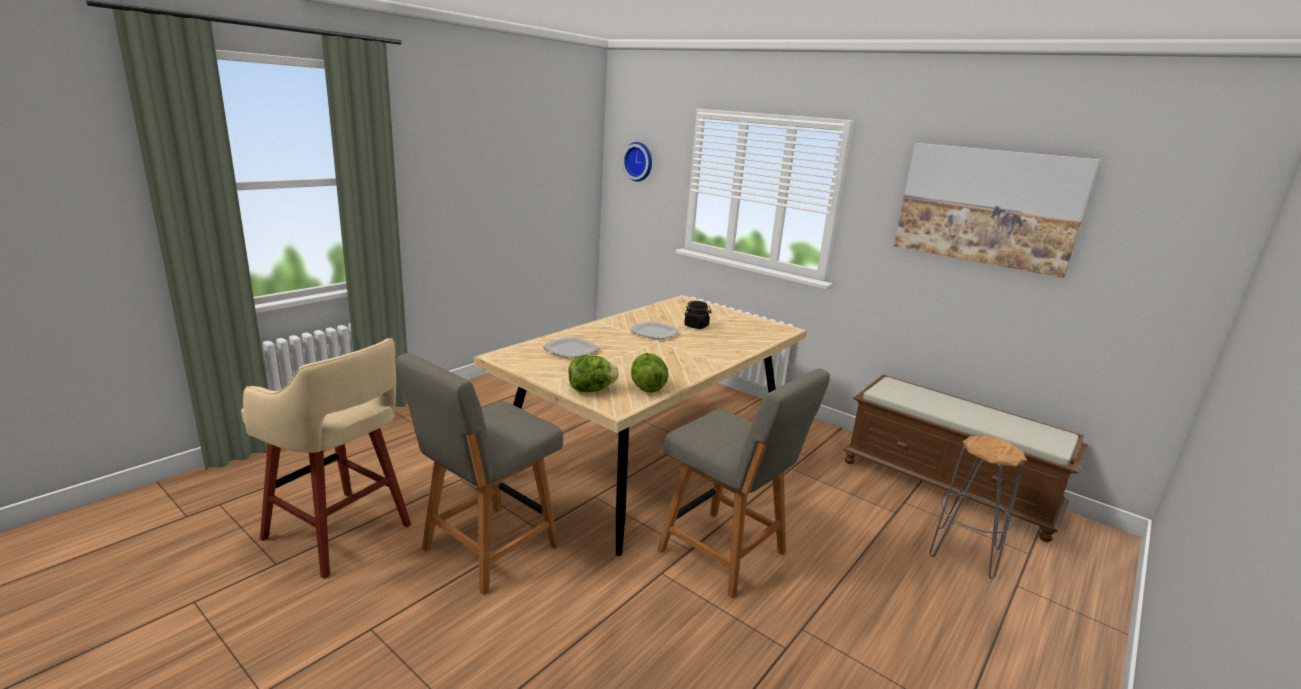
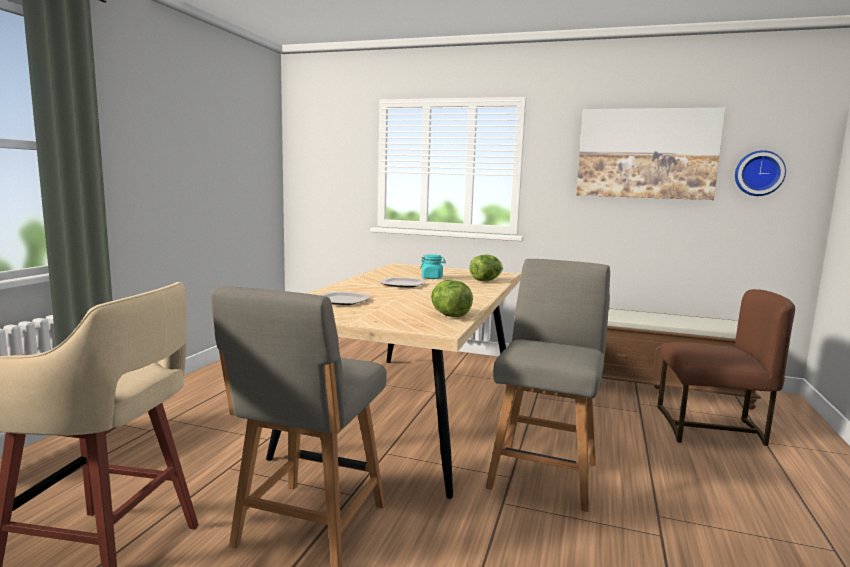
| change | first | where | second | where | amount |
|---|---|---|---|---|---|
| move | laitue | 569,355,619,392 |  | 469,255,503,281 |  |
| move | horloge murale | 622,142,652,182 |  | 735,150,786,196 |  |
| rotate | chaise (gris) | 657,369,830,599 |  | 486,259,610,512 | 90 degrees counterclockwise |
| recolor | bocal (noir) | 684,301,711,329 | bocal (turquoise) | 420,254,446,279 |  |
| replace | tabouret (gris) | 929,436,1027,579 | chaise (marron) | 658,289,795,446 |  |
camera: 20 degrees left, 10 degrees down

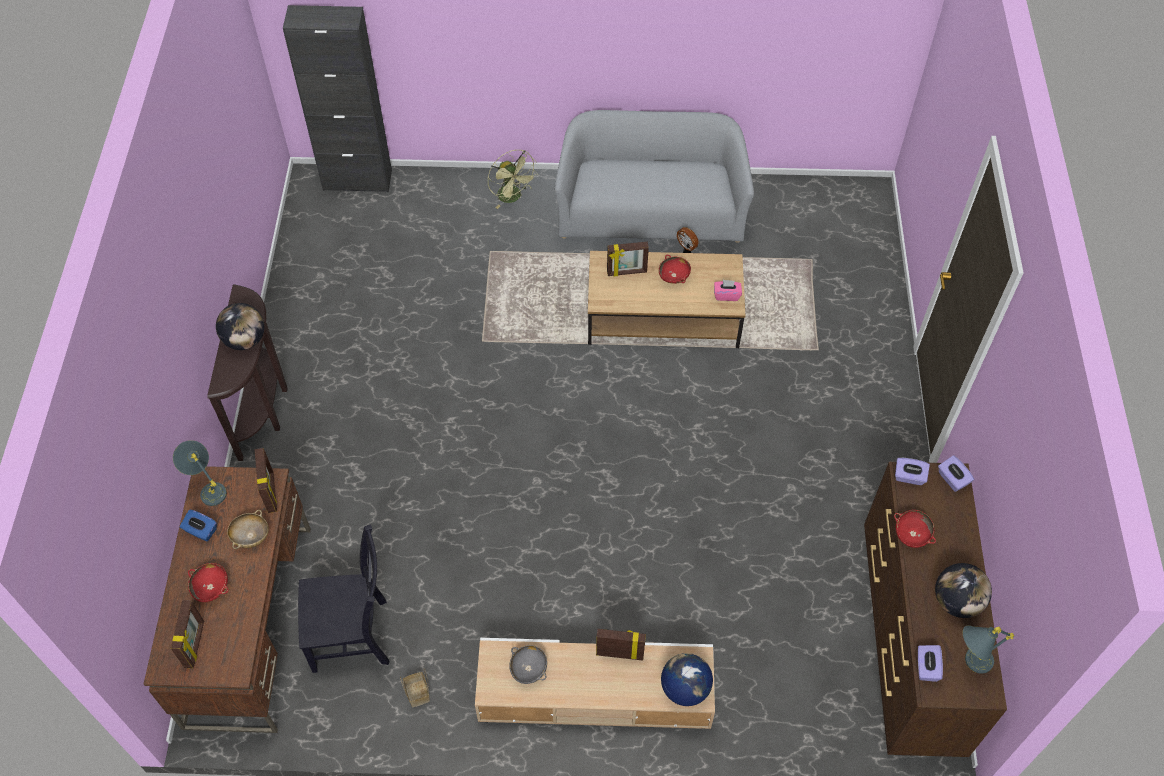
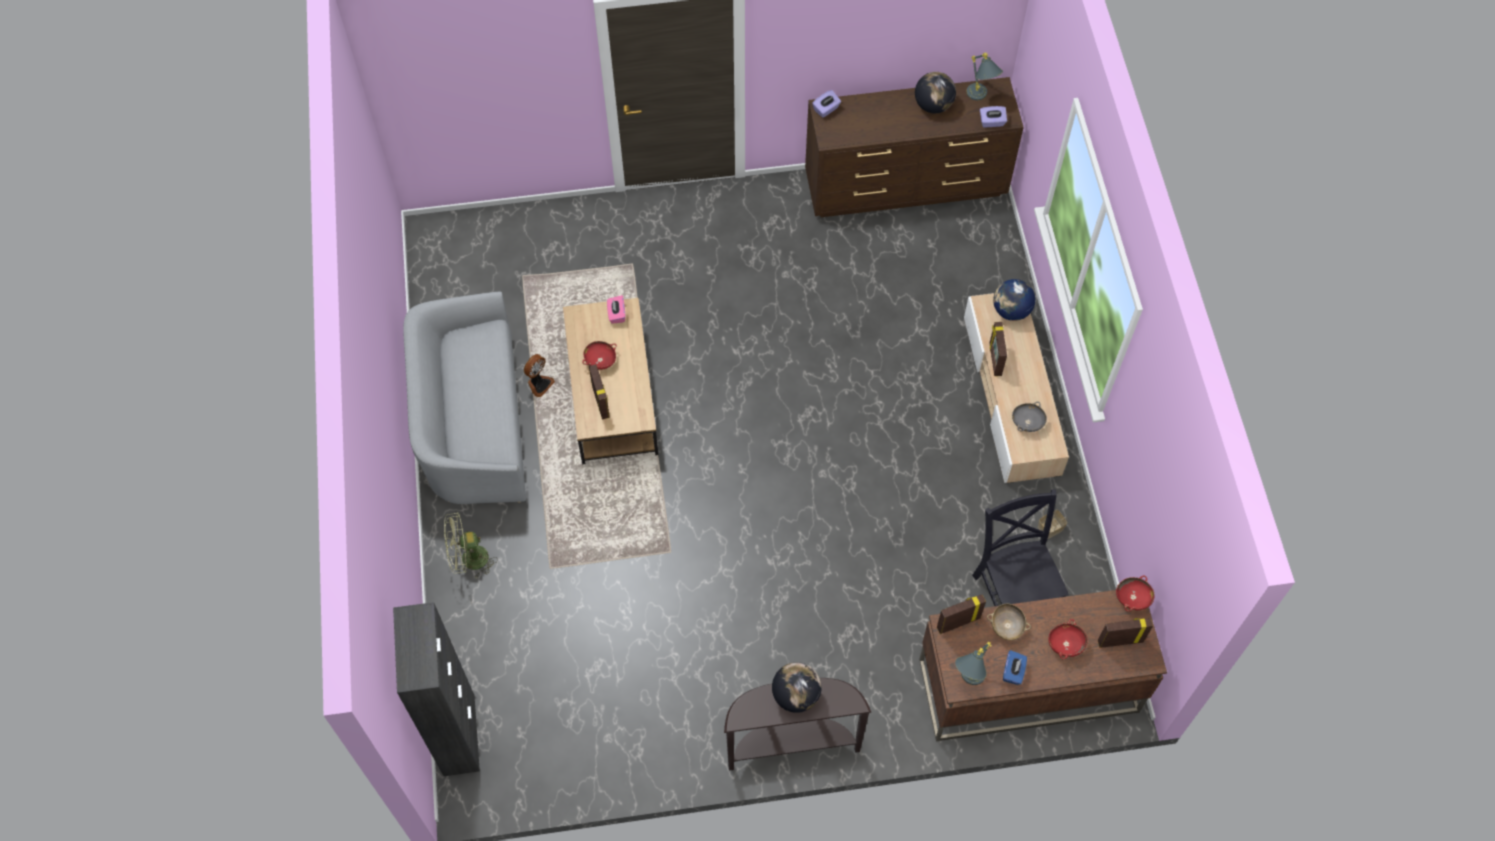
| change | first | where | second | where | amount |
|---|---|---|---|---|---|
| rotate | ventilateur (vert) | 488,149,538,209 |  | 444,513,498,579 | 150 degrees counterclockwise |
| move | bol (rouge) | 894,510,936,548 |  | 1116,575,1155,612 |  |
| delete | boîte à mouchoirs (violet) | 895,458,930,485 |  |  |  |
camera: 100 degrees left, 5 degrees up

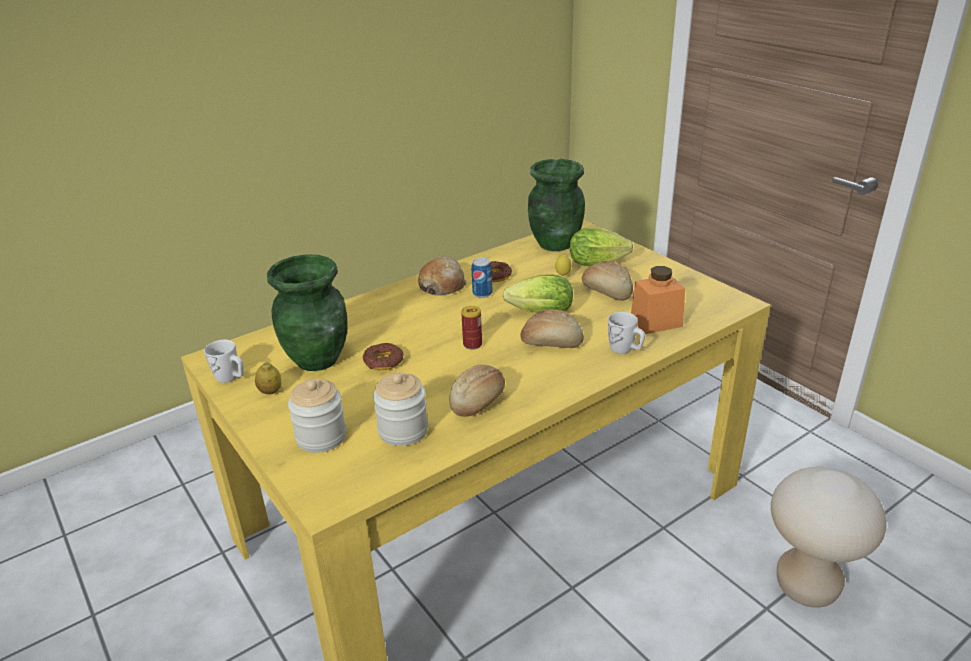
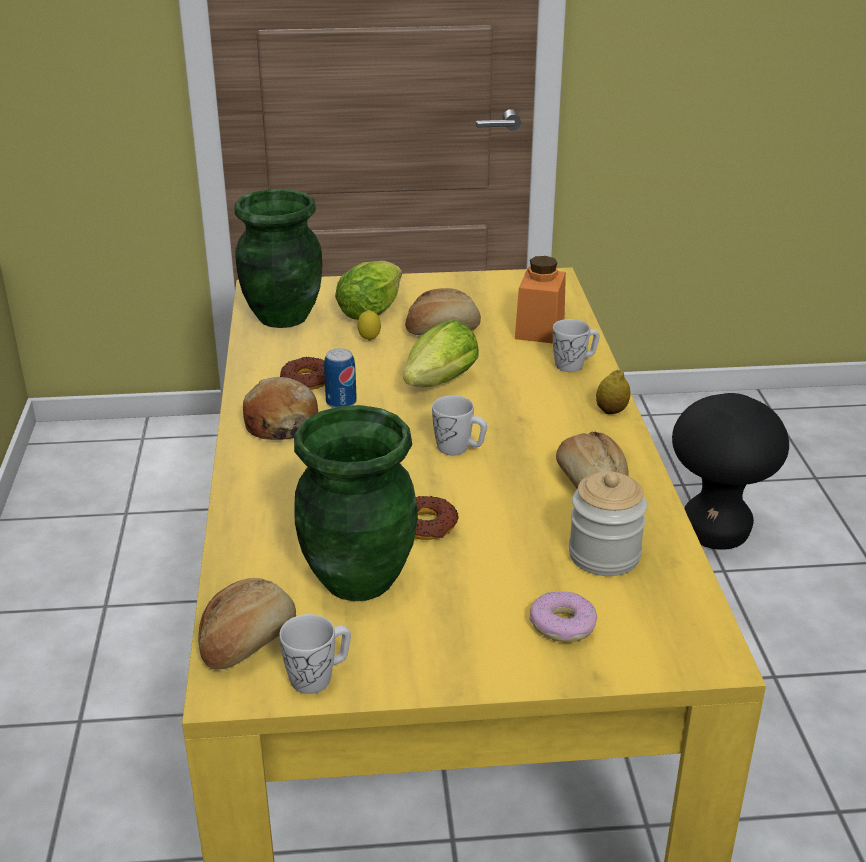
| change | first | where | second | where | amount |
|---|---|---|---|---|---|
| move | citron | 255,362,281,394 |  | 596,369,630,414 |  |
| replace | bocal | 288,379,346,453 | beignet | 530,591,597,643 |  |
| replace | boîte métallique | 461,306,482,350 | mug (blanc) | 432,395,487,455 |  |
| move | pain | 520,310,584,348 |  | 198,578,296,670 |  |
| recolor | tabouret (beige) | 771,467,886,608 | tabouret (noir) | 672,393,789,550 |  |
camera: 60 degrees left, 0 degrees up

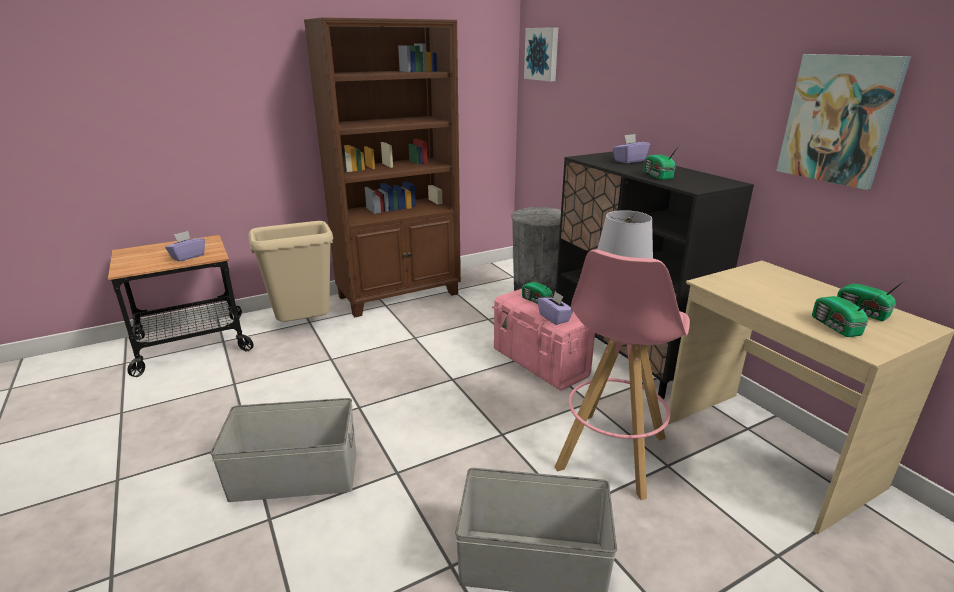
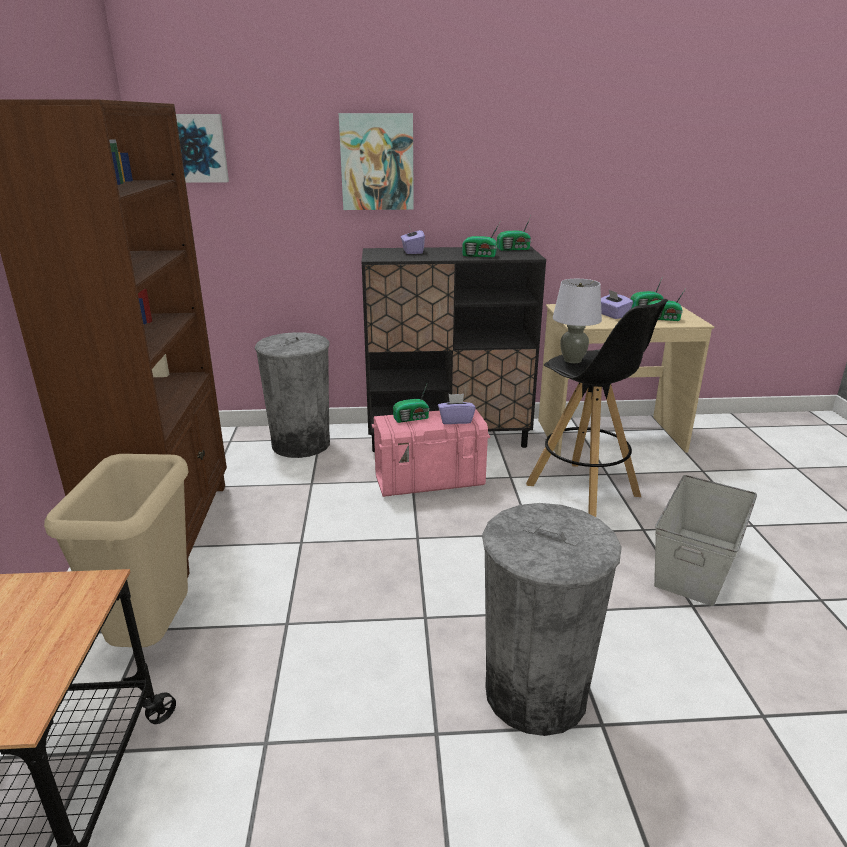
| change | first | where | second | where | amount |
|---|---|---|---|---|---|
| move | boîte à mouchoirs (violet) | 165,231,205,262 |  | 601,289,633,319 |  |
| replace | boîte de rangement (gris) | 210,398,356,502 | poubelle (gris) | 482,503,622,736 |  |
| recolor | tabouret (rose) | 555,250,690,500 | tabouret (noir) | 526,299,668,517 |  |
| move | tableau | 776,54,911,190 |  | 339,113,414,210 |  |
| insert |  |  | radio | 497,216,531,251 |  |
camera: 65 degrees left, 0 degrees up

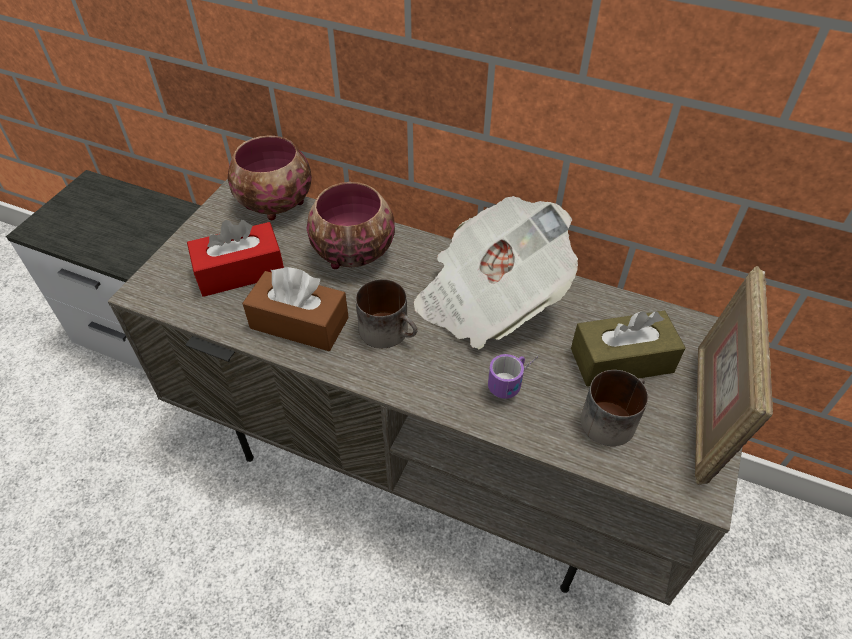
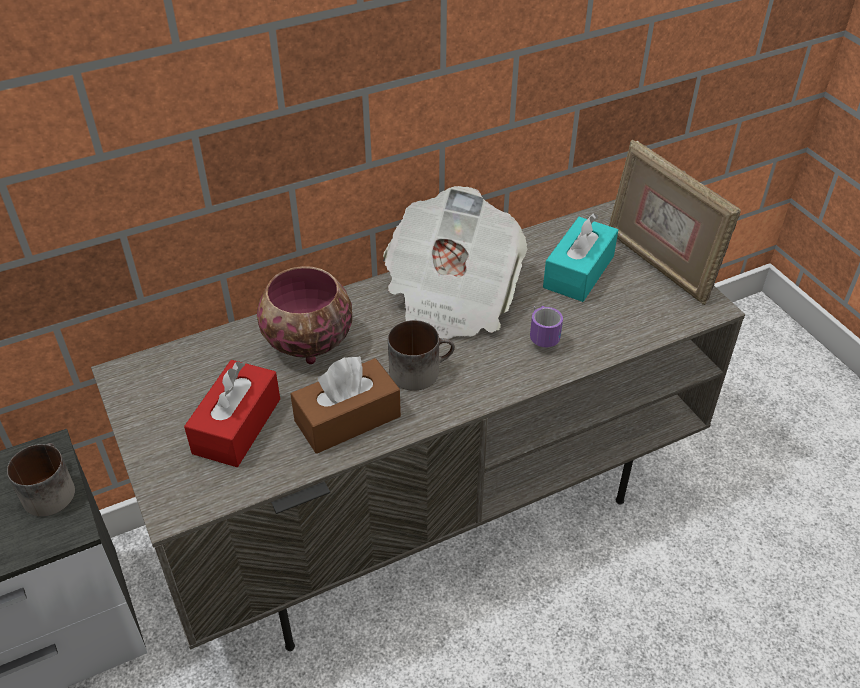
| change | first | where | second | where | amount |
|---|---|---|---|---|---|
| delete | bol | 228,135,312,220 |  |  |  |
| recolor | boîte à mouchoirs (marron) | 571,311,686,387 | boîte à mouchoirs (turquoise) | 543,213,618,302 |  |
| move | mug | 581,370,648,446 |  | 7,443,75,516 |  |
camera: 50 degrees left, 5 degrees down

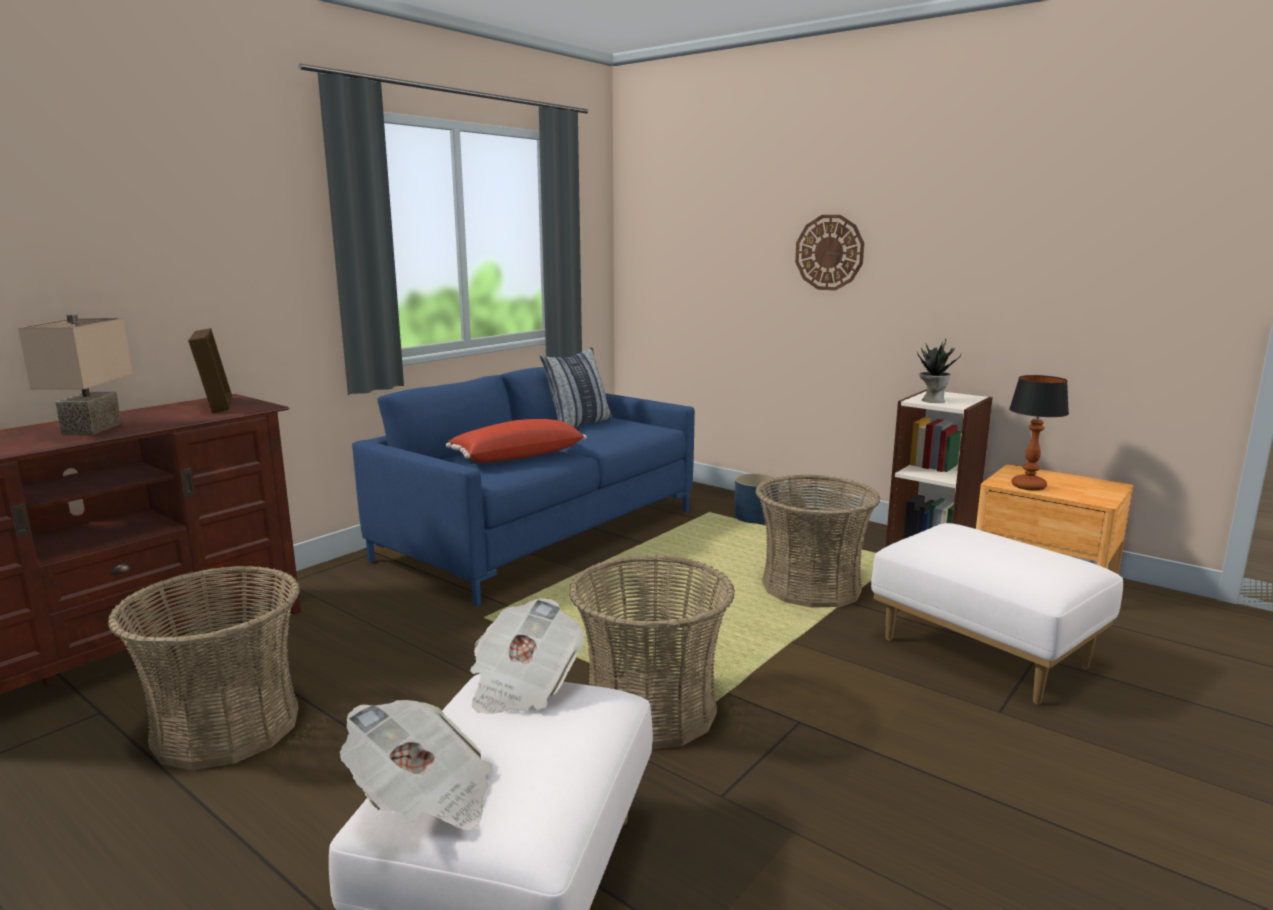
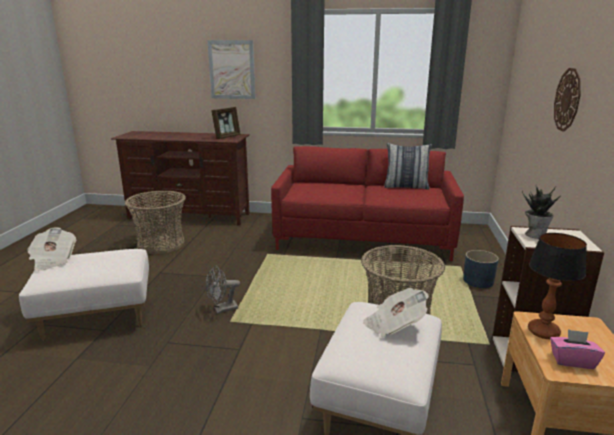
| change | first | where | second | where | amount |
|---|---|---|---|---|---|
| delete | lampe de table (beige) | 18,314,133,435 |  |  |  |
| recolor | canapé (bleu) | 352,361,695,607 | canapé (rouge) | 271,146,464,261 |  |
| delete | coussin (rouge) | 446,419,587,463 |  |  |  |
| move | journal | 470,598,584,714 |  | 363,288,429,337 |  |
| replace | panier | 569,555,735,749 | ventilateur (gris) | 206,266,240,314 |  |
| insert |  |  | tableau | 207,40,255,99 |  |
| insert |  |  | boîte à mouchoirs (rose) | 550,329,605,369 |  |
camera: 60 degrees right, 5 degrees up

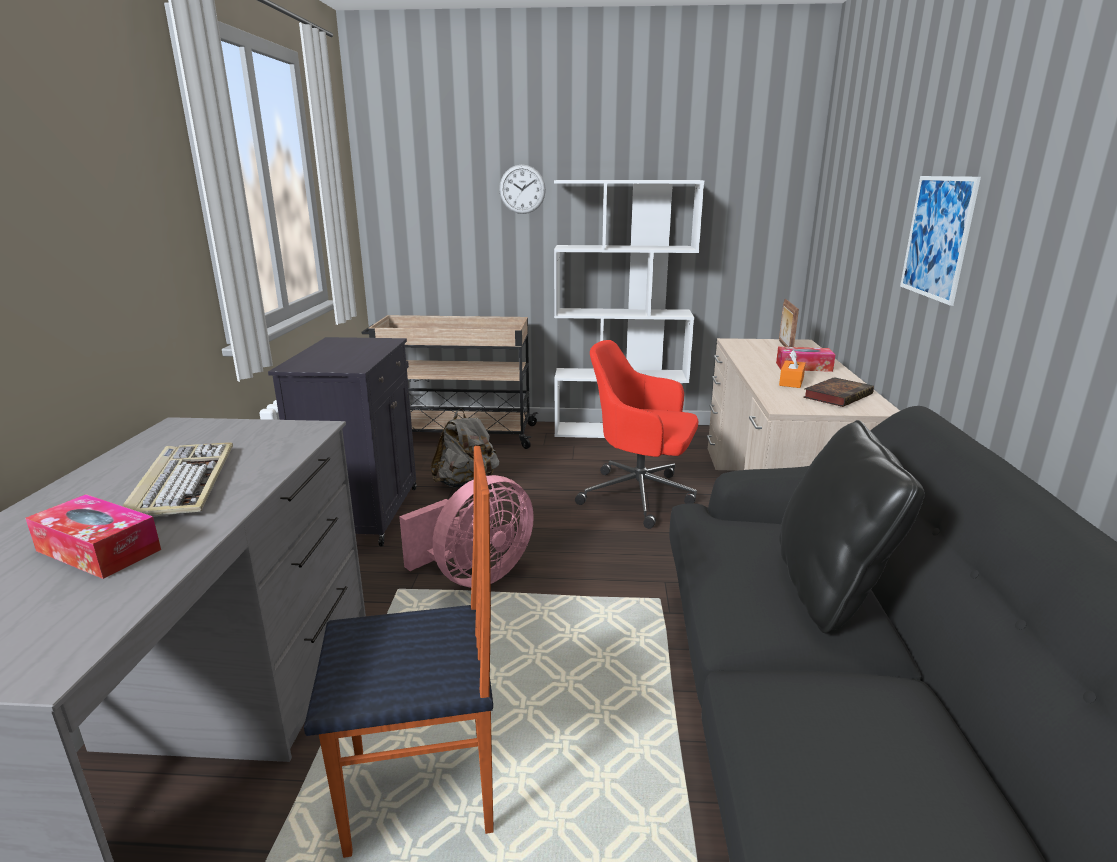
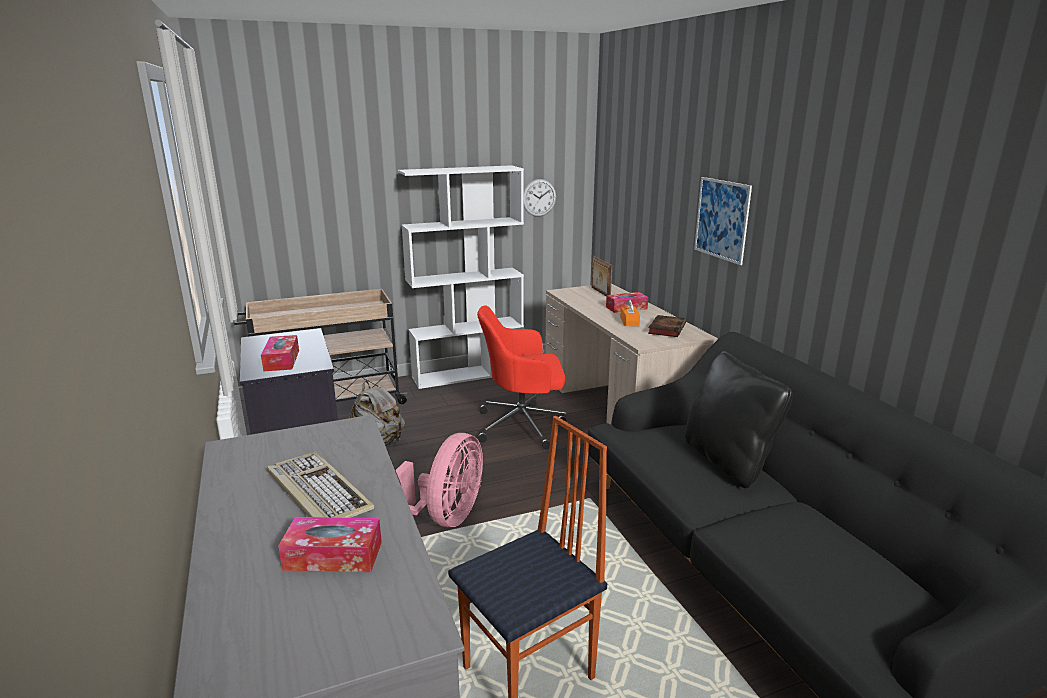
| change | first | where | second | where | amount |
|---|---|---|---|---|---|
| move | horloge murale | 499,165,546,214 |  | 524,179,556,217 |  |
| insert |  |  | boîte à mouchoirs | 261,335,299,371 |  |
camera: 25 degrees left, 0 degrees up

